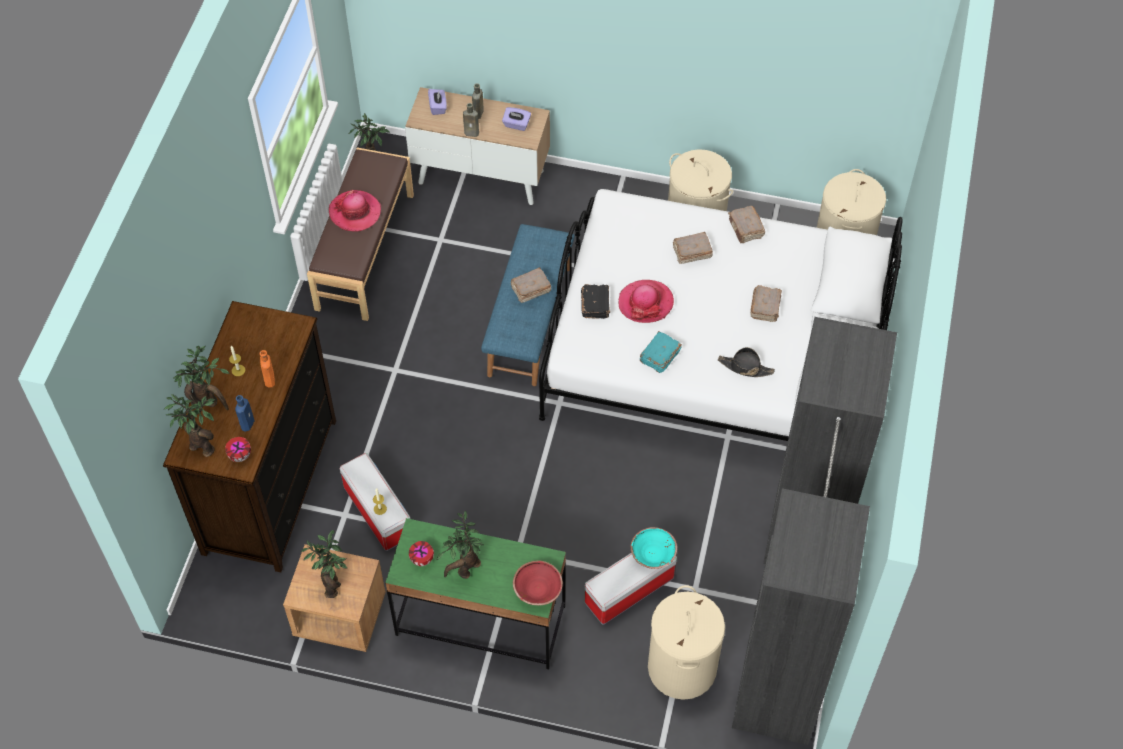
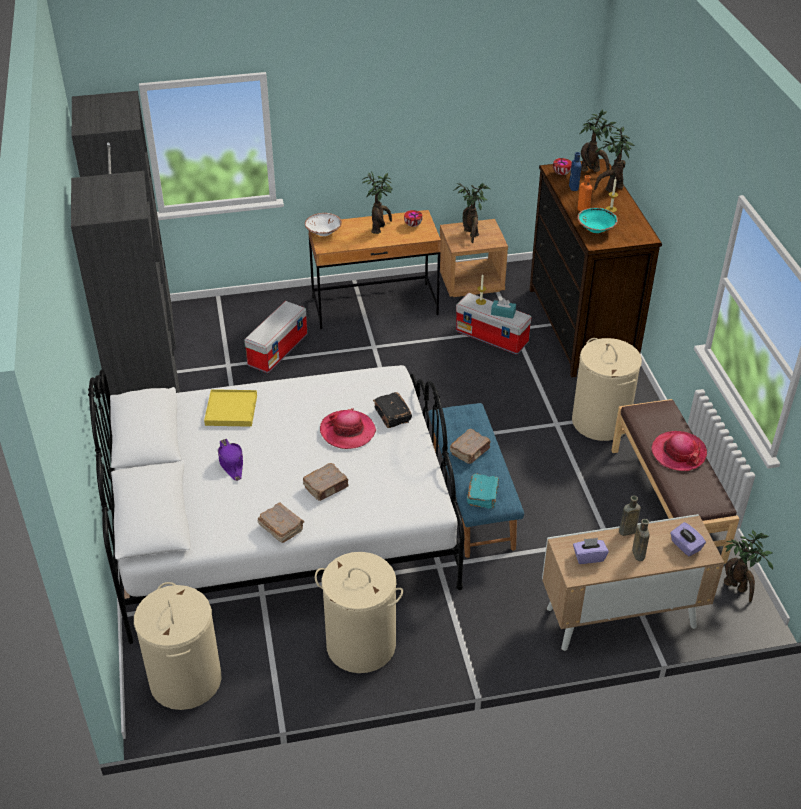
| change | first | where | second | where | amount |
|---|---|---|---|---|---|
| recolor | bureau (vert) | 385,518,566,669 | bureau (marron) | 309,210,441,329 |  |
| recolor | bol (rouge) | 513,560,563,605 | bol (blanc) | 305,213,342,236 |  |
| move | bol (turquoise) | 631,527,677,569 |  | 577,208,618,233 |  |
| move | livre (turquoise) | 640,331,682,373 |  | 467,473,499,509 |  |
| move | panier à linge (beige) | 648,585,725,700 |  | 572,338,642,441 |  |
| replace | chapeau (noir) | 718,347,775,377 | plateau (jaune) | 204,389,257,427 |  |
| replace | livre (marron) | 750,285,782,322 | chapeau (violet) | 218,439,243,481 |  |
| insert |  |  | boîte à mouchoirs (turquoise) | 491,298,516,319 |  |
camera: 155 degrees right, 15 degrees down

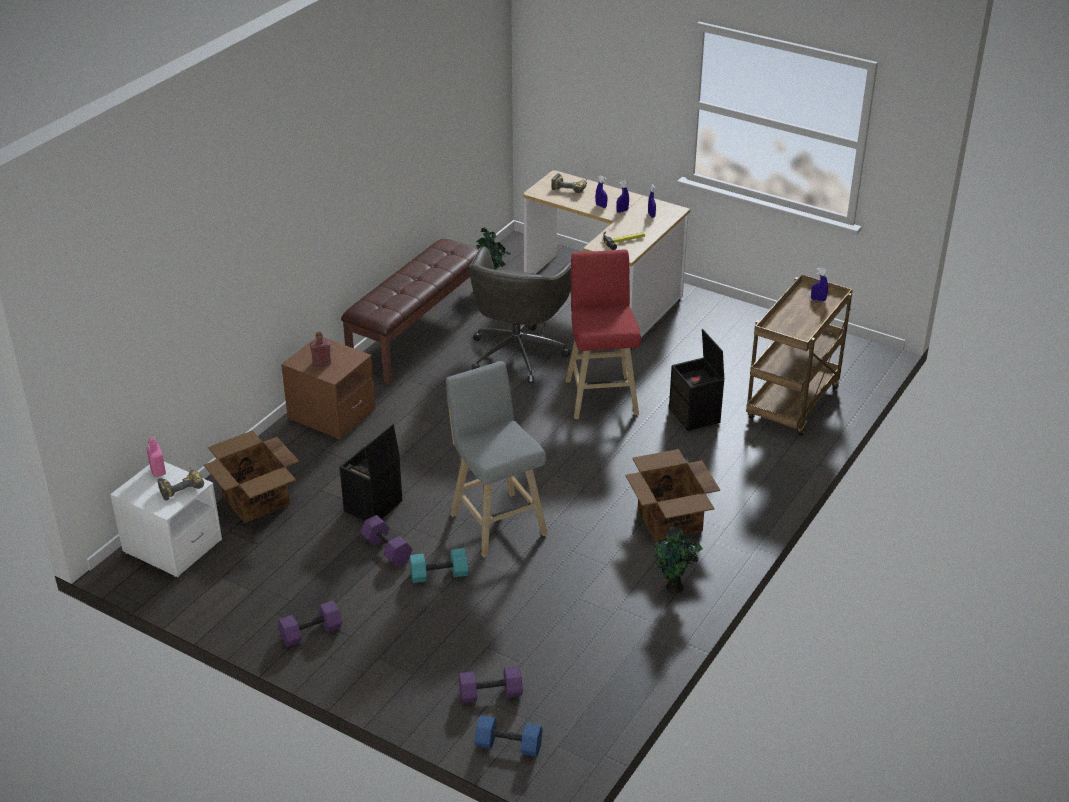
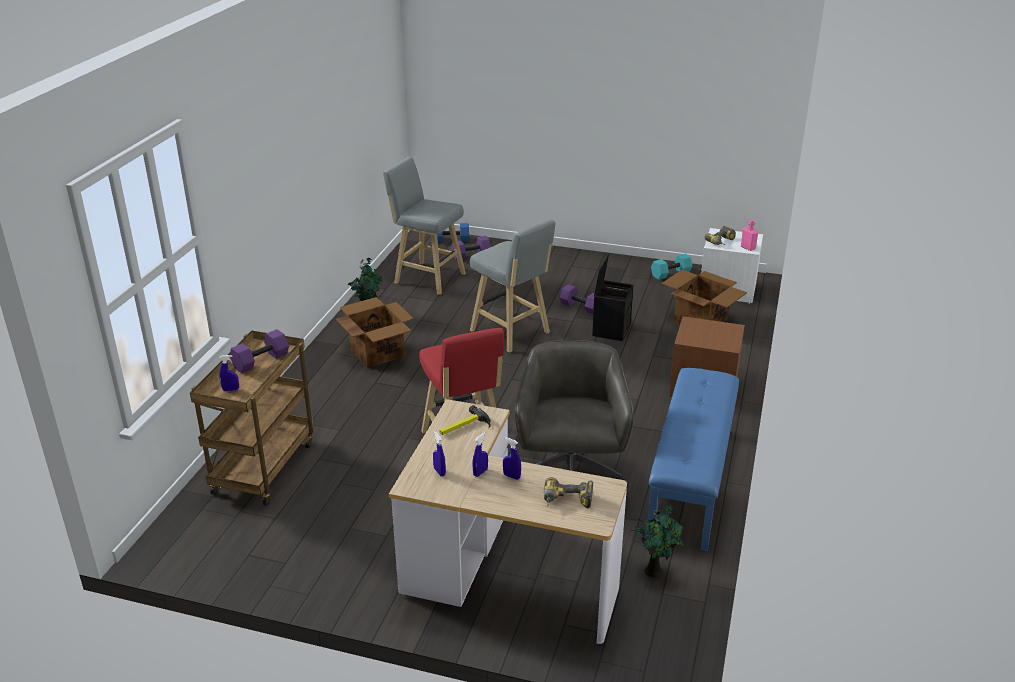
| change | first | where | second | where | amount |
|---|---|---|---|---|---|
| move | haltère (violet) | 278,600,342,647 |  | 230,329,289,373 |  |
| delete | bouteille (rouge) | 310,331,331,367 |  |  |  |
| recolor | banc (marron) | 341,239,478,384 | banc (bleu) | 647,368,739,551 |  |
| move | haltère (turquoise) | 410,548,468,583 |  | 651,253,692,280 |  |
| delete | boîte de rangement (noir) | 669,329,724,431 |  |  |  |
| insert |  |  | tabouret (gris) | 383,157,466,295 |  |
camera: 165 degrees right, 5 degrees down

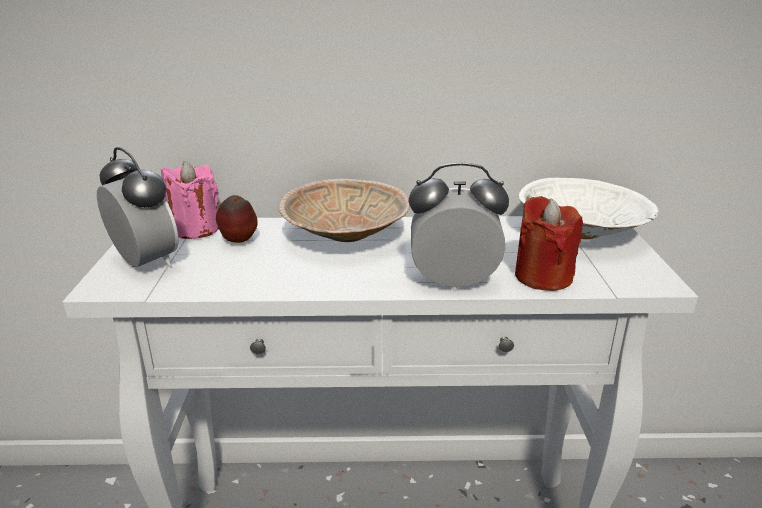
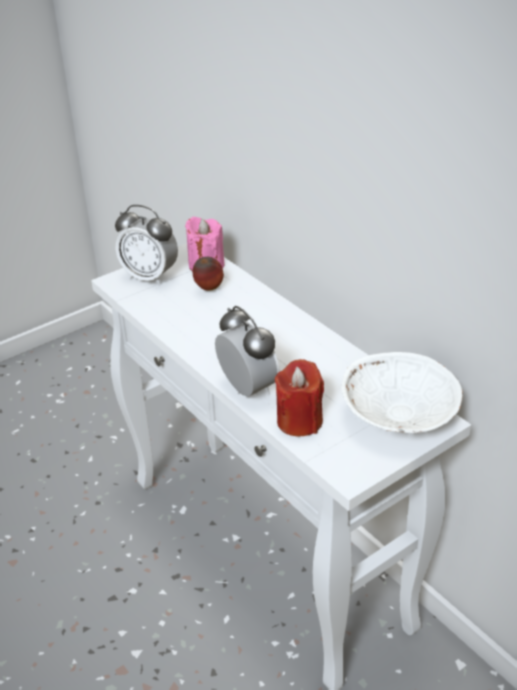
| change | first | where | second | where | amount |
|---|---|---|---|---|---|
| rotate | réveil | 97,147,178,267 |  | 115,205,178,285 | 105 degrees clockwise |
| delete | bol (beige) | 279,179,410,242 |  |  |  |
camera: 55 degrees right, 10 degrees up

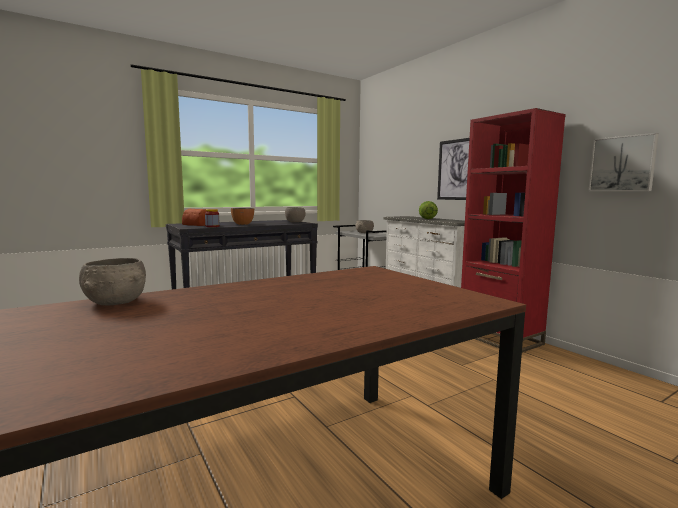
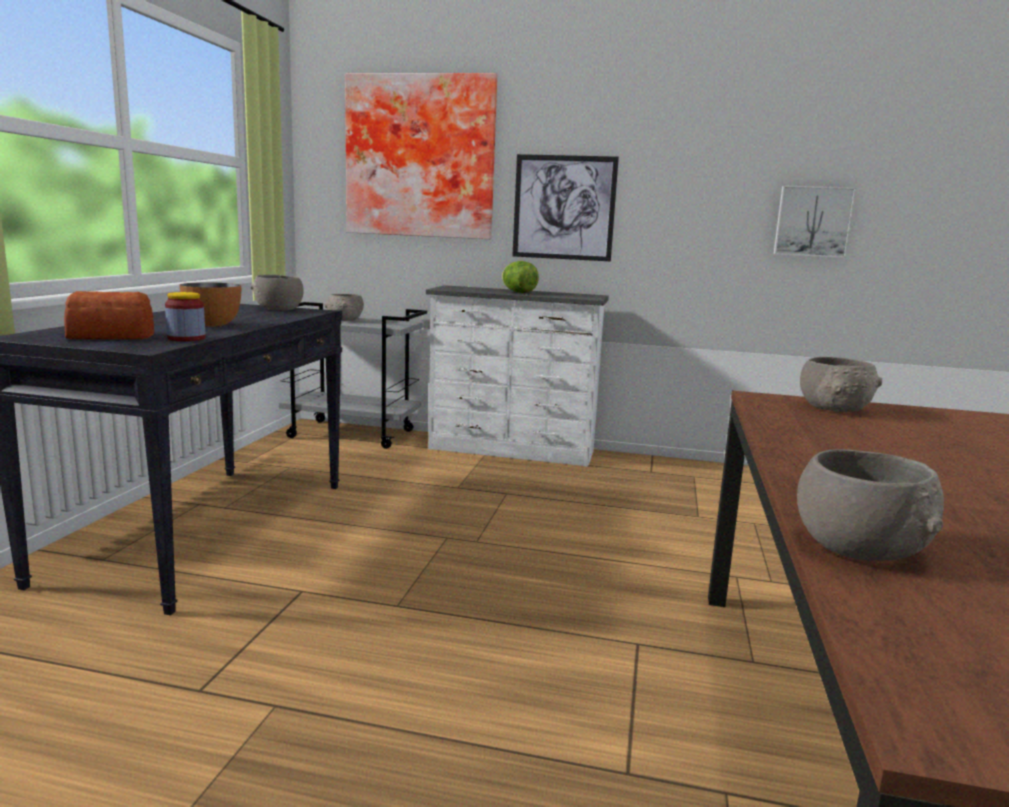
| change | first | where | second | where | amount |
|---|---|---|---|---|---|
| delete | bibliothèque (rouge) | 461,108,566,353 |  |  |  |
| insert |  |  | tableau | 345,73,497,239 |  |
| insert |  |  | bol (gris) | 800,357,882,412 |  |
camera: 45 degrees left, 5 degrees up

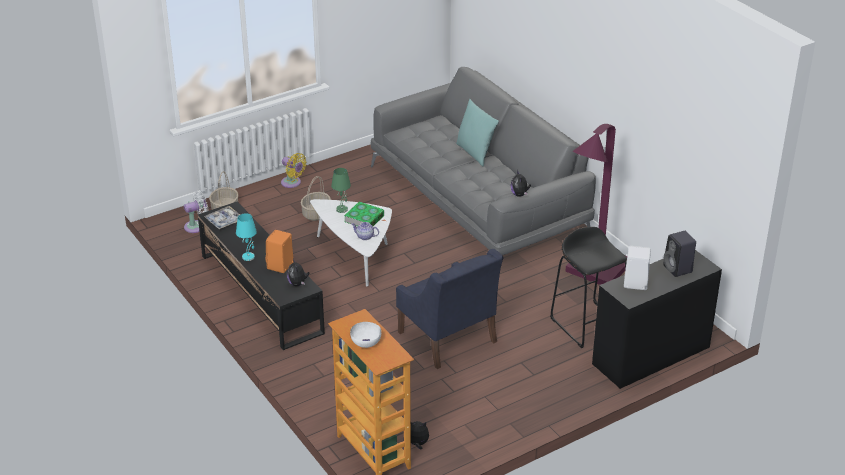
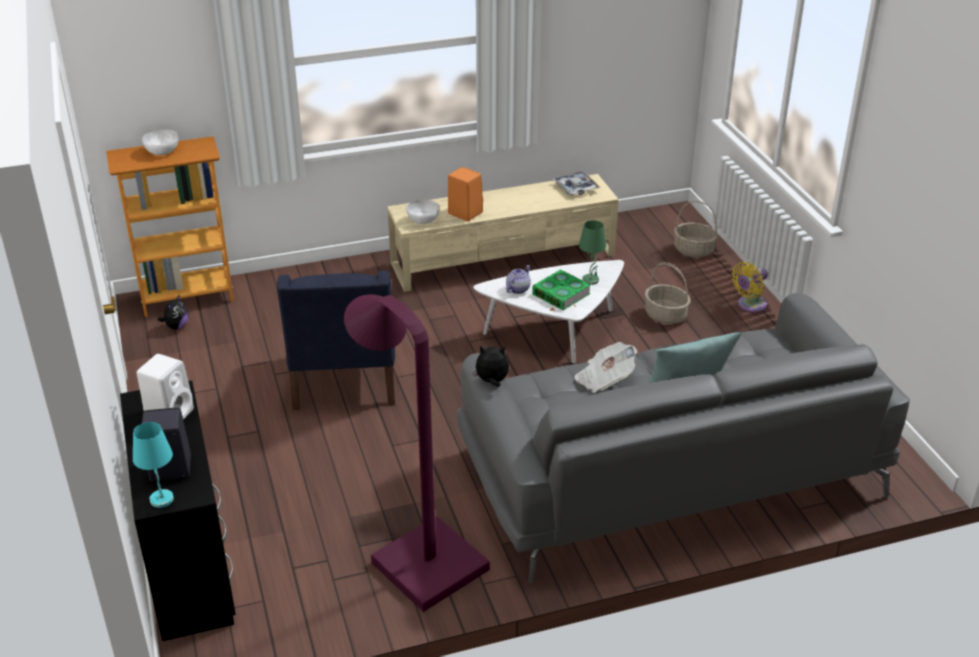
| change | first | where | second | where | amount |
|---|---|---|---|---|---|
| delete | ventilateur (blanc) | 184,191,209,233 |  |  |  |
| recolor | meuble télé (noir) | 198,201,325,350 | meuble télé (beige) | 387,174,619,292 |  |
| move | lampe de table (turquoise) | 236,213,257,261 |  | 133,422,174,508 |  |
| replace | peluche | 287,259,309,286 | bol (blanc) | 406,200,439,224 |  |
| rotate | fauteuil (bleu) | 396,249,504,369 |  | 277,270,395,410 | 75 degrees counterclockwise |
| delete | tabouret (noir) | 550,227,627,348 |  |  |  |
| insert |  |  | journal | 574,342,638,393 |  |
camera: 105 degrees right, 0 degrees up

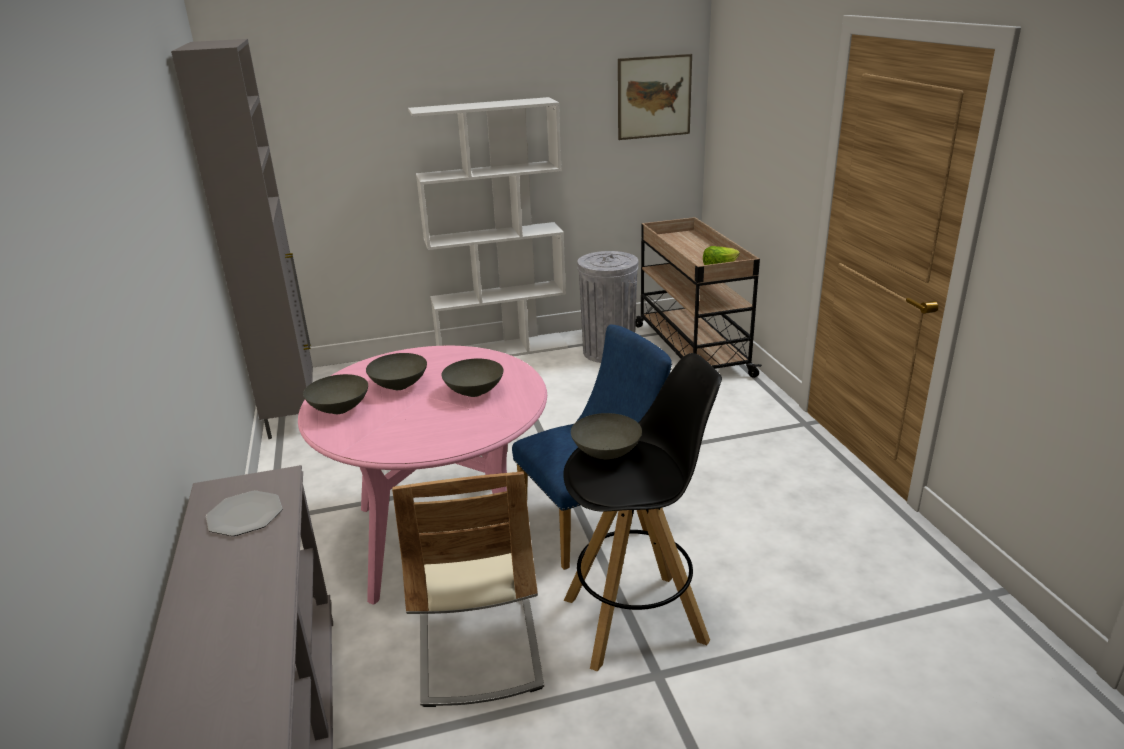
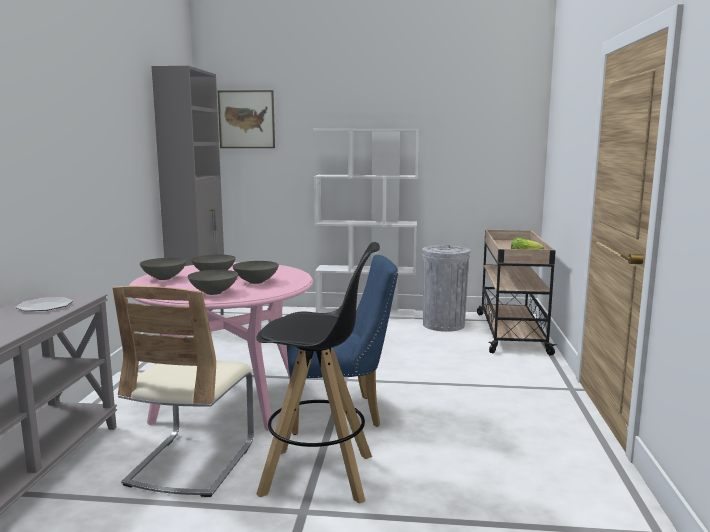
| change | first | where | second | where | amount |
|---|---|---|---|---|---|
| move | bol (gris) | 571,413,642,460 |  | 188,270,238,295 |  |
| move | tableau | 618,54,692,140 |  | 218,90,275,148 |  |
camera: 20 degrees right, 15 degrees down

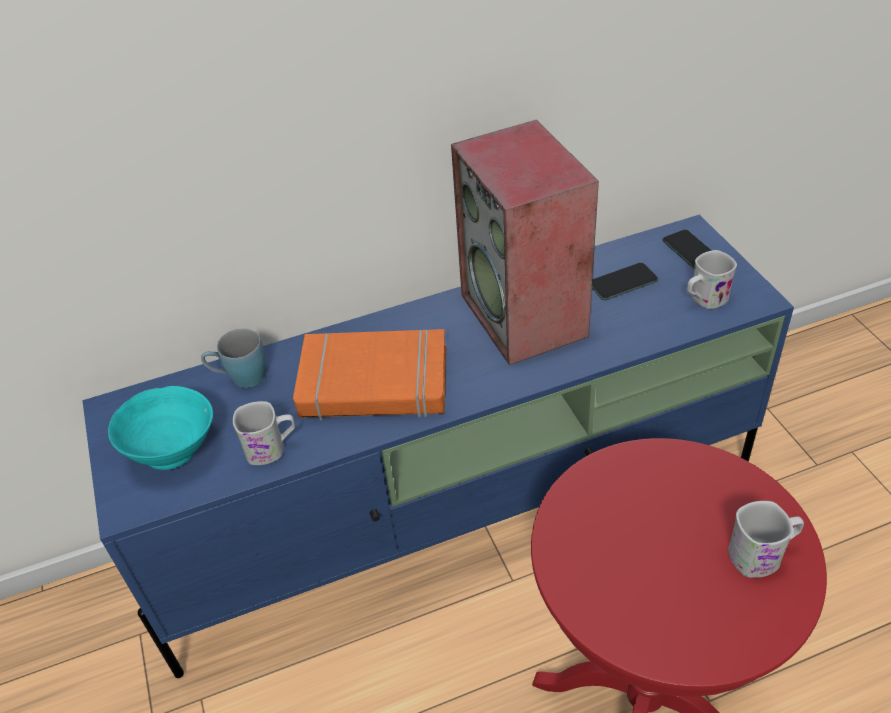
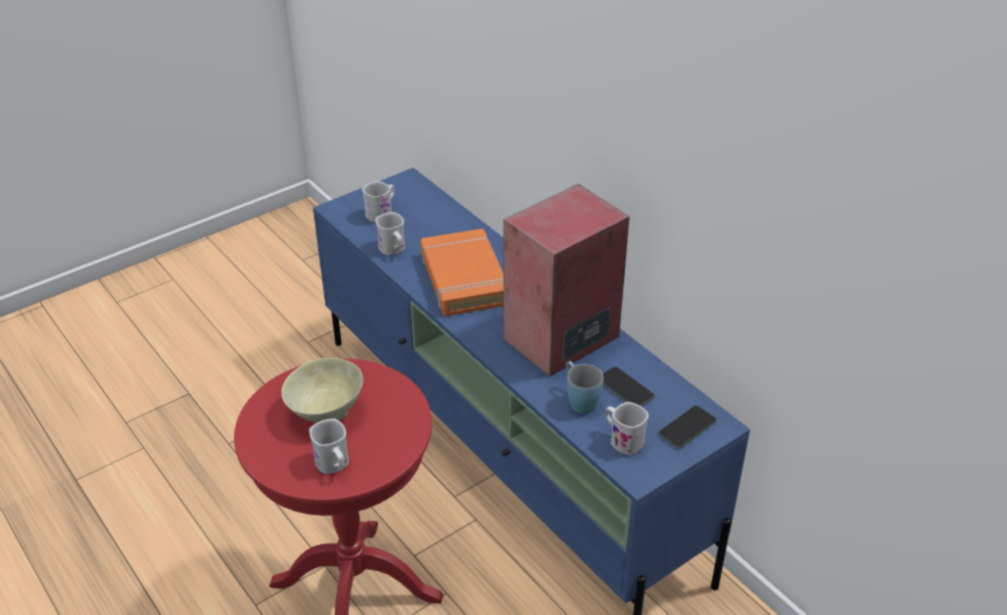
| change | first | where | second | where | amount |
|---|---|---|---|---|---|
| replace | bol (turquoise) | 108,386,213,470 | mug (blanc) | 362,181,395,223 |  |
| move | mug (bleu) | 201,328,265,388 |  | 566,361,604,414 |  |
| insert |  |  | bol (beige) | 281,358,363,423 |  |
camera: 70 degrees right, 5 degrees down

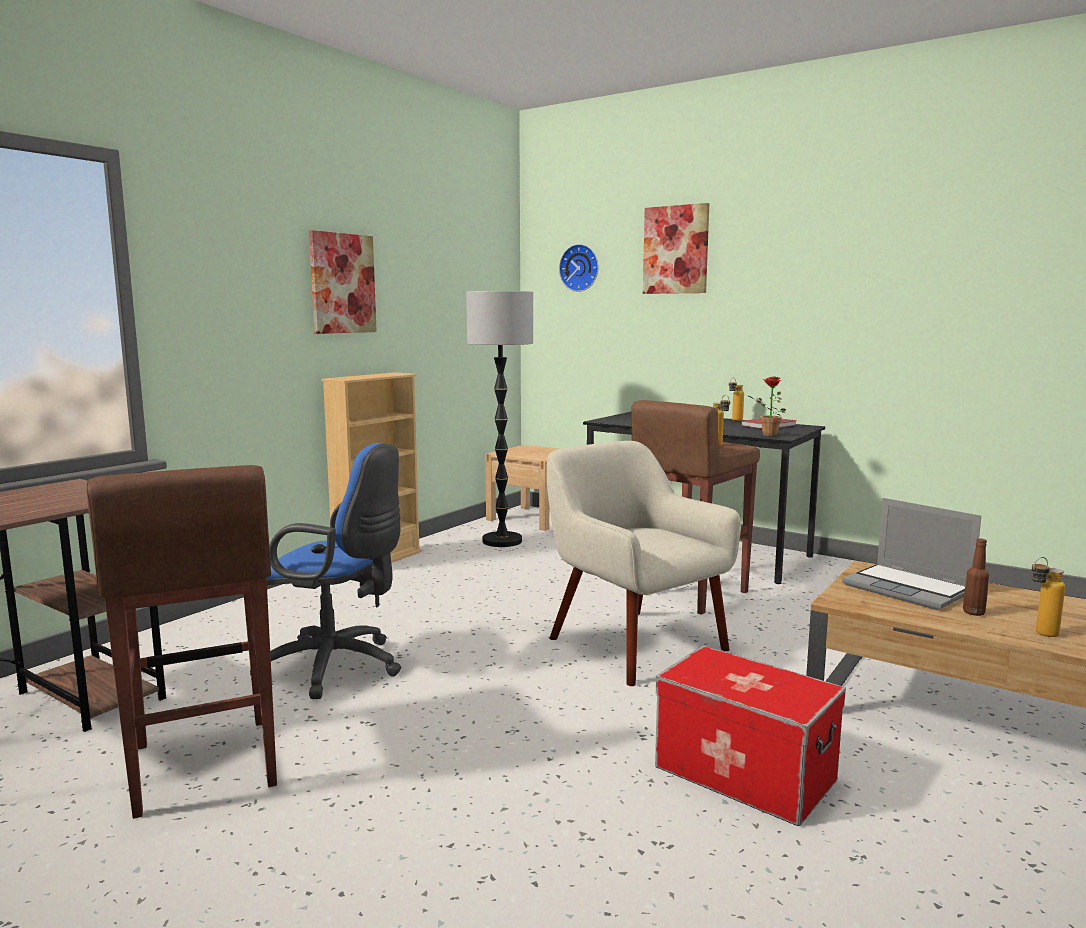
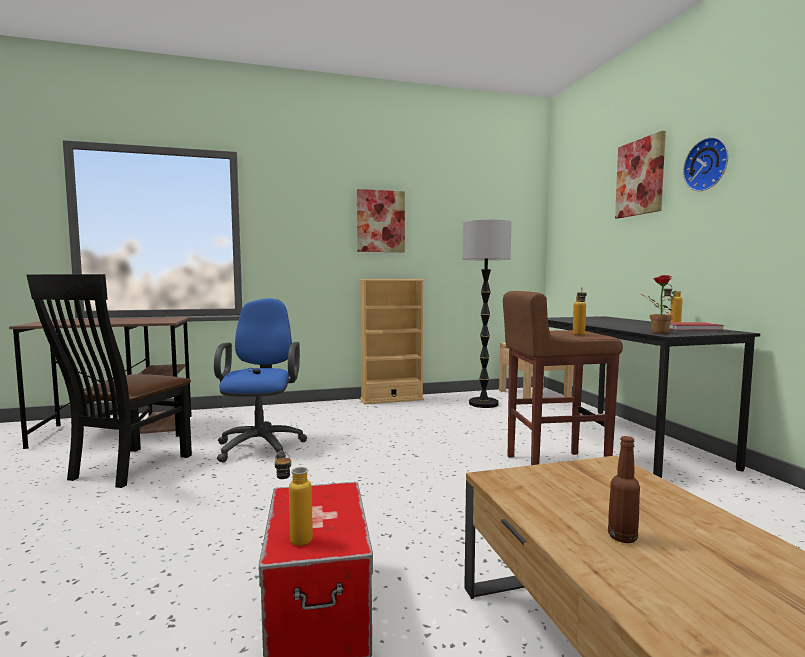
| change | first | where | second | where | amount |
|---|---|---|---|---|---|
| replace | tabouret (marron) | 86,465,277,819 | chaise (noir) | 26,274,192,488 |  |
| rotate | chaise de bureau (bleu) | 250,443,401,699 |  | 214,298,307,463 | 150 degrees counterclockwise |
| delete | fauteuil (beige) | 547,441,741,686 |  |  |  |
| move | horloge murale | 559,244,598,292 |  | 683,137,728,191 |  |
| delete | ordinateur portable | 842,498,981,610 |  |  |  |
| move | bouteille | 1032,557,1065,637 |  | 275,451,313,546 |  |
camera: 40 degrees right, 5 degrees down

